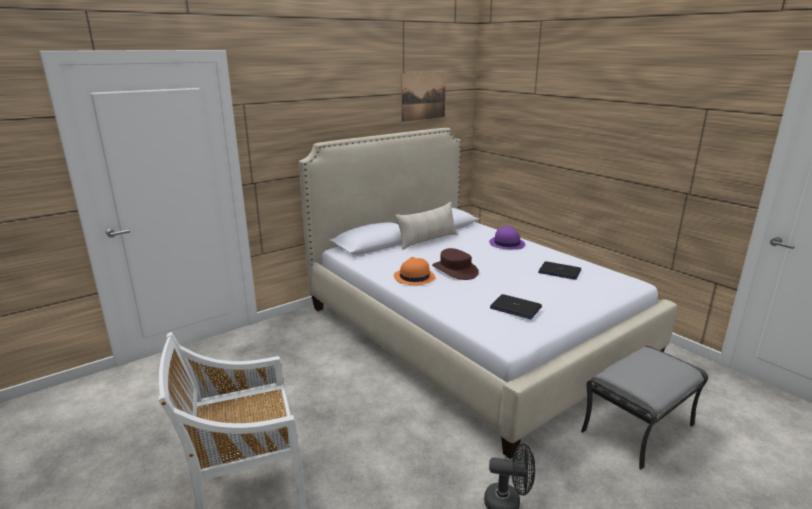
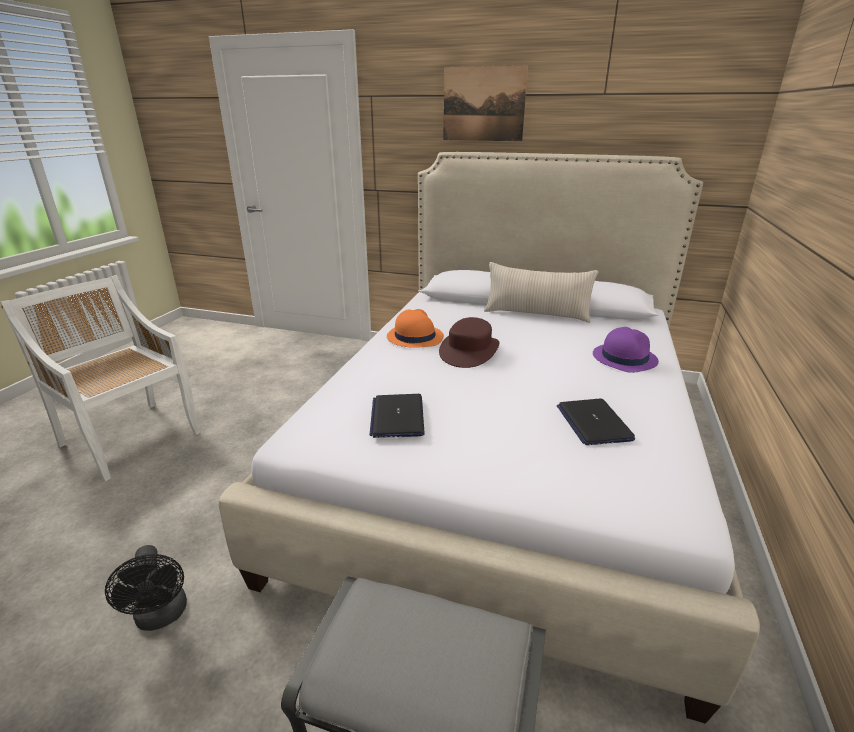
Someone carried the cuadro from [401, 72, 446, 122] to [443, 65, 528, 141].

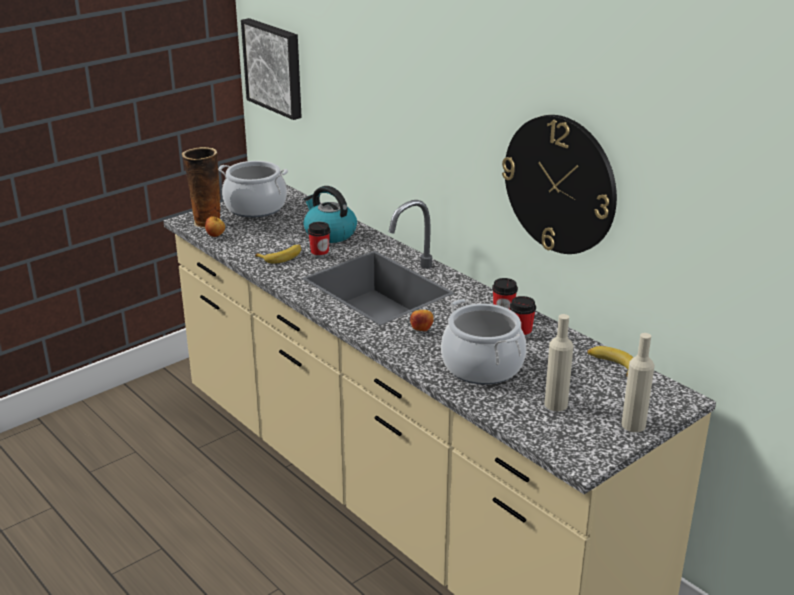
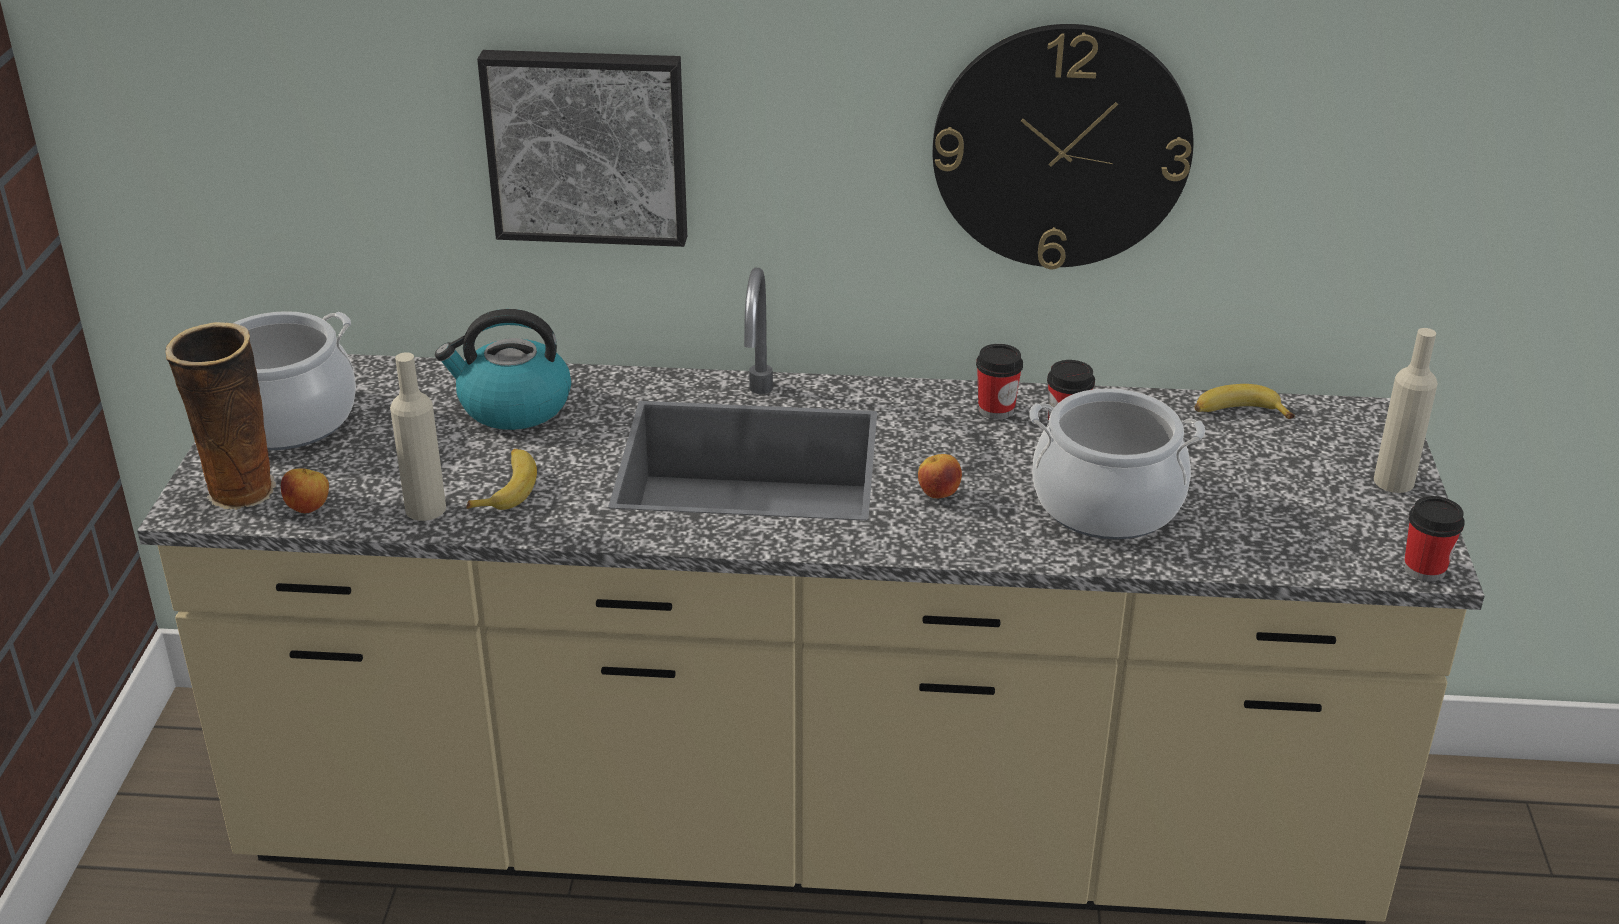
Someone carried the cuadro from [241, 18, 302, 120] to [477, 50, 687, 247].
Someone carried the taza from [308, 222, 330, 258] to [1404, 496, 1465, 582].
Someone carried the botella [beis] from [544, 314, 574, 411] to [390, 352, 446, 521].

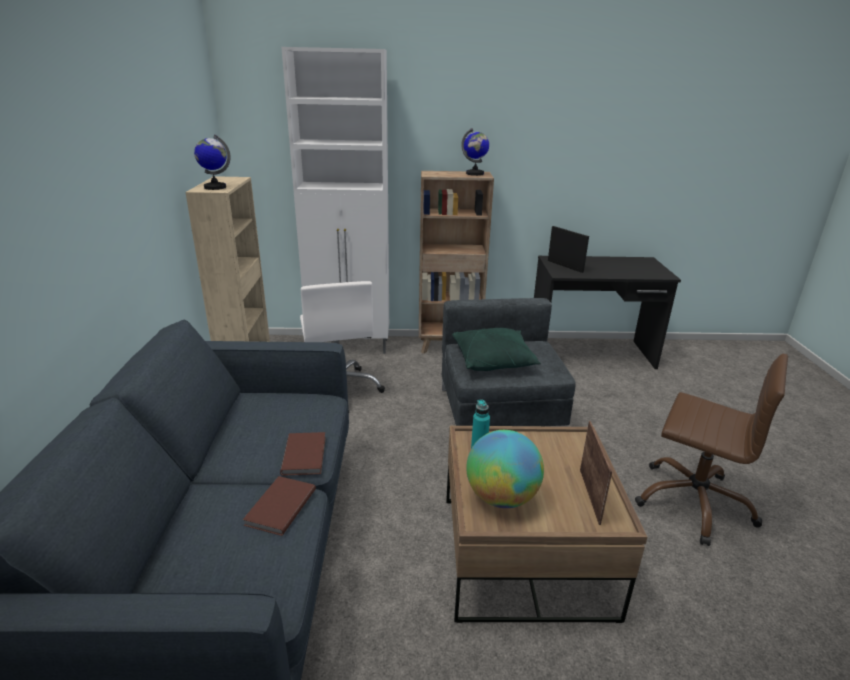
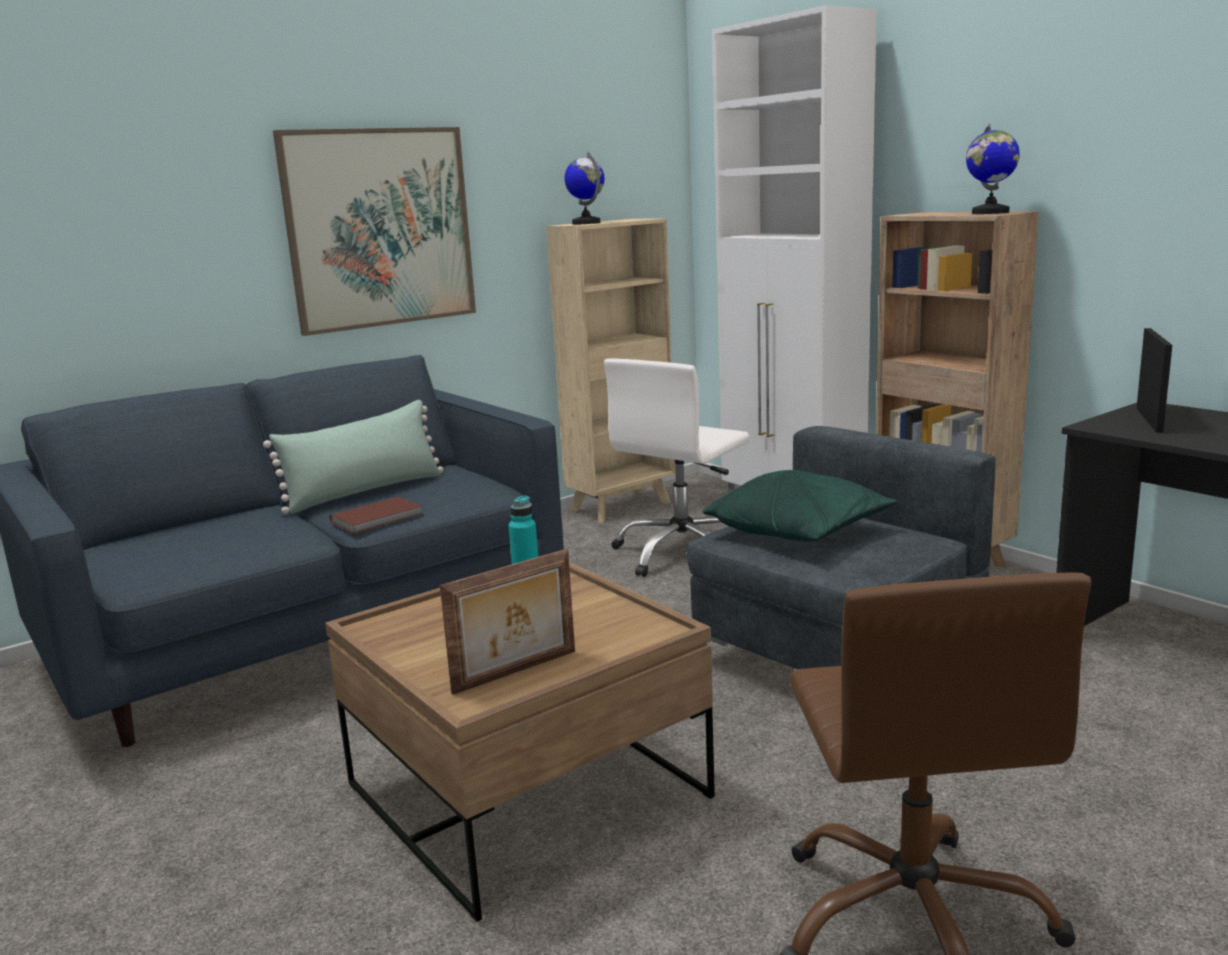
Someone took away the globo terráqueo at [466, 430, 544, 508].
Someone took away the libro [marrón] at [243, 476, 316, 536].
Someone put up the cuadro at [273, 127, 476, 336].
Someone put down the cojín [verde] at [263, 400, 444, 514].

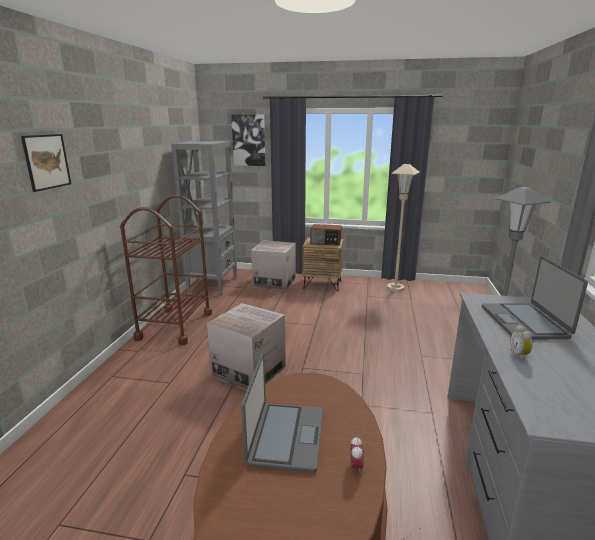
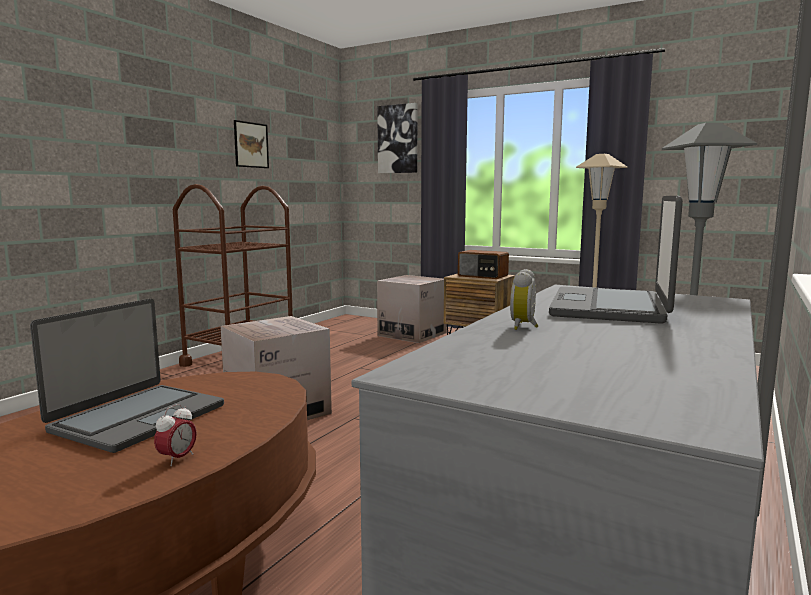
Someone carried the cuadro from [21, 134, 71, 192] to [234, 120, 269, 168].
Someone took away the estantería [gris] at [171, 141, 237, 295].

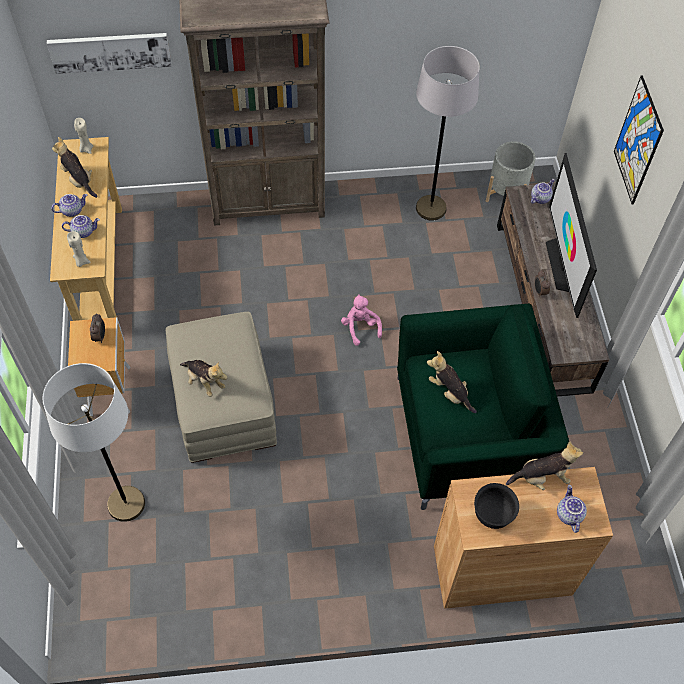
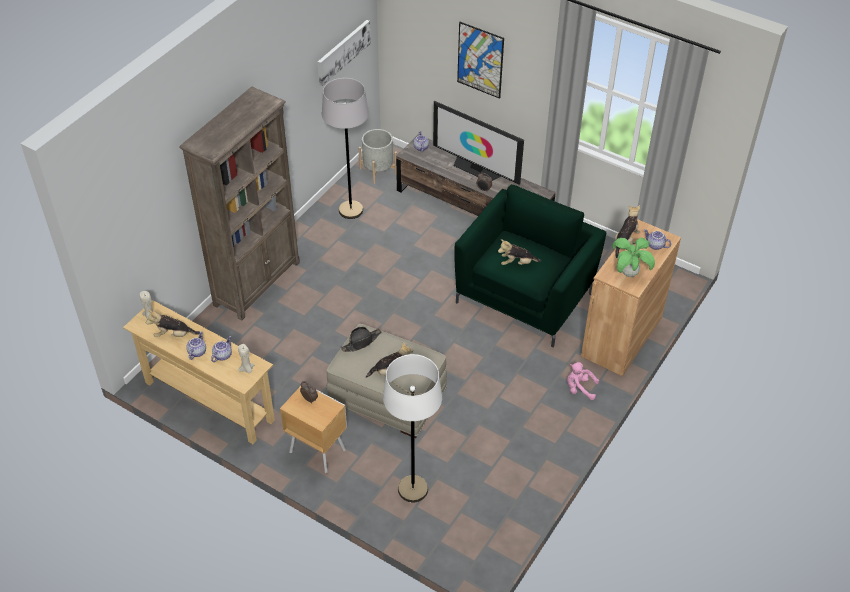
Someone carried the cuadro from [47, 33, 172, 74] to [318, 20, 371, 86].
Someone carried the peluche [rosa] from [341, 294, 382, 346] to [567, 362, 599, 400].
Someone swapped the cuenco [negro] at [474, 483, 519, 529] for the planta en maceta at [612, 238, 655, 277].
Someone put down the sombrero [negro] at [341, 327, 381, 352].

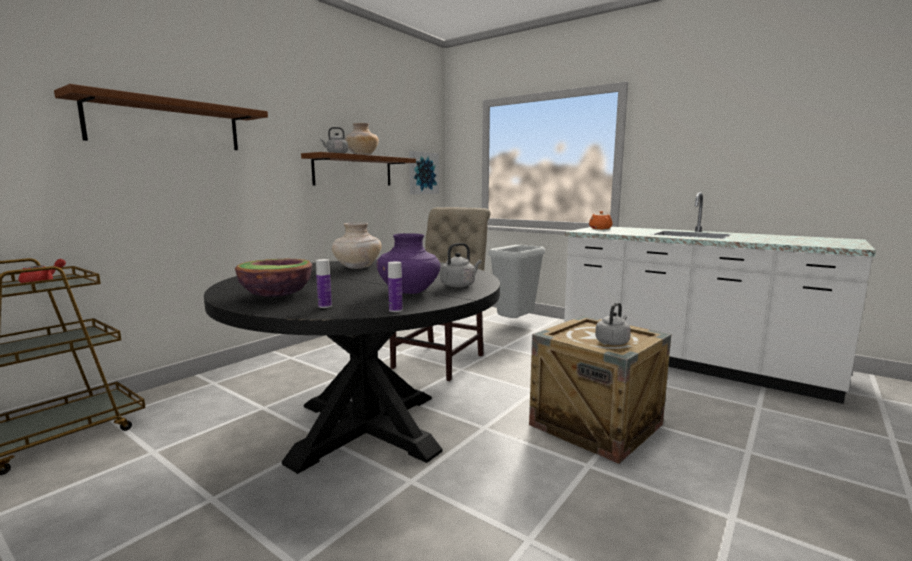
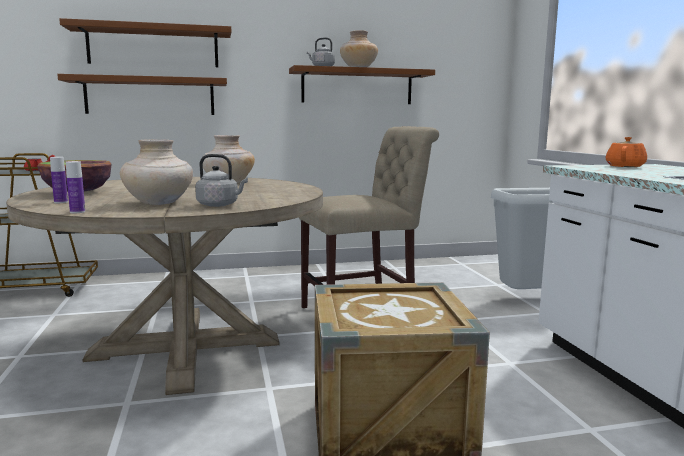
Someone took away the cuadro at [409, 151, 439, 194].
Someone repainted the florero [morado] at [377, 233, 440, 294], which became the florero [beis] at [120, 139, 193, 205].
Someone repainted the mesa de comedor [negro] at [204, 260, 500, 474], which became the mesa de comedor [beis] at [6, 177, 323, 395].
Someone took away the hervidor [gris] at [595, 303, 631, 345].
Someone put up the estante [marrón] at [57, 74, 227, 115].

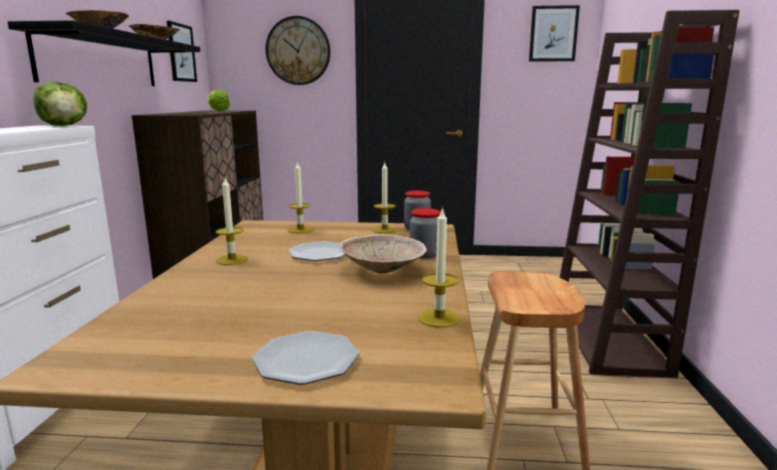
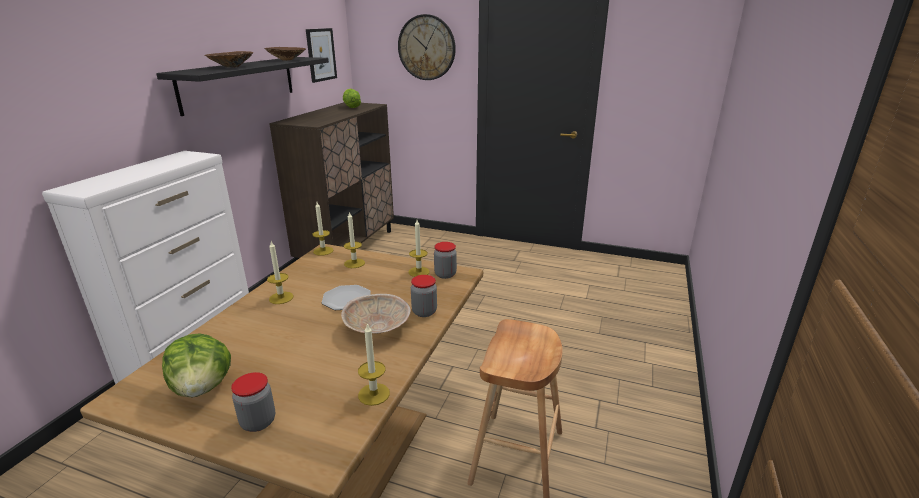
Someone took away the cuadro at [529, 5, 580, 62].
Someone took away the estantería [marrón] at [559, 10, 740, 378].
Someone carried the lechuga from [33, 82, 87, 126] to [162, 333, 231, 398].
Someone swapped the plato at [252, 331, 359, 385] for the tarro at [231, 372, 275, 432].
Someone put down the vela at [312, 202, 333, 256].

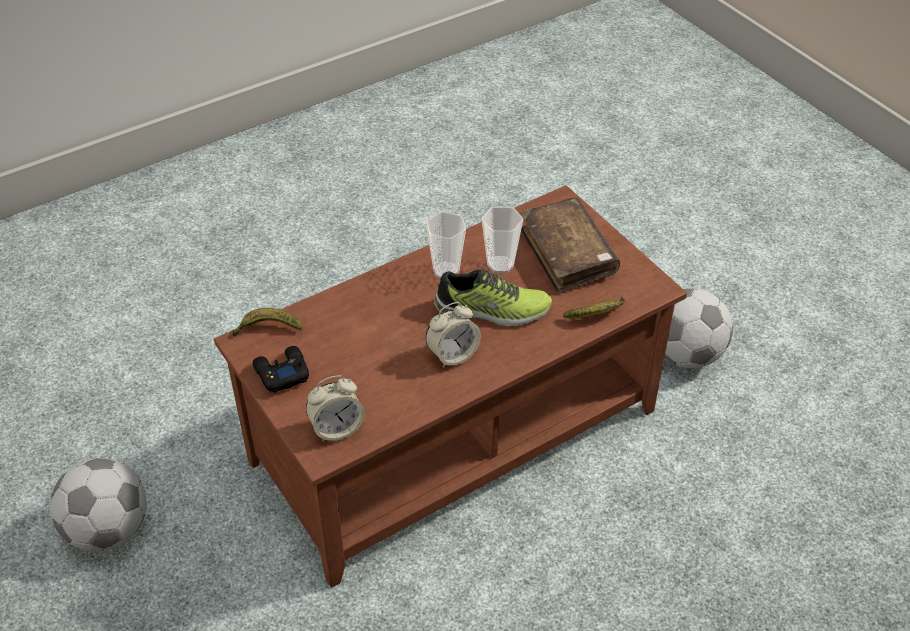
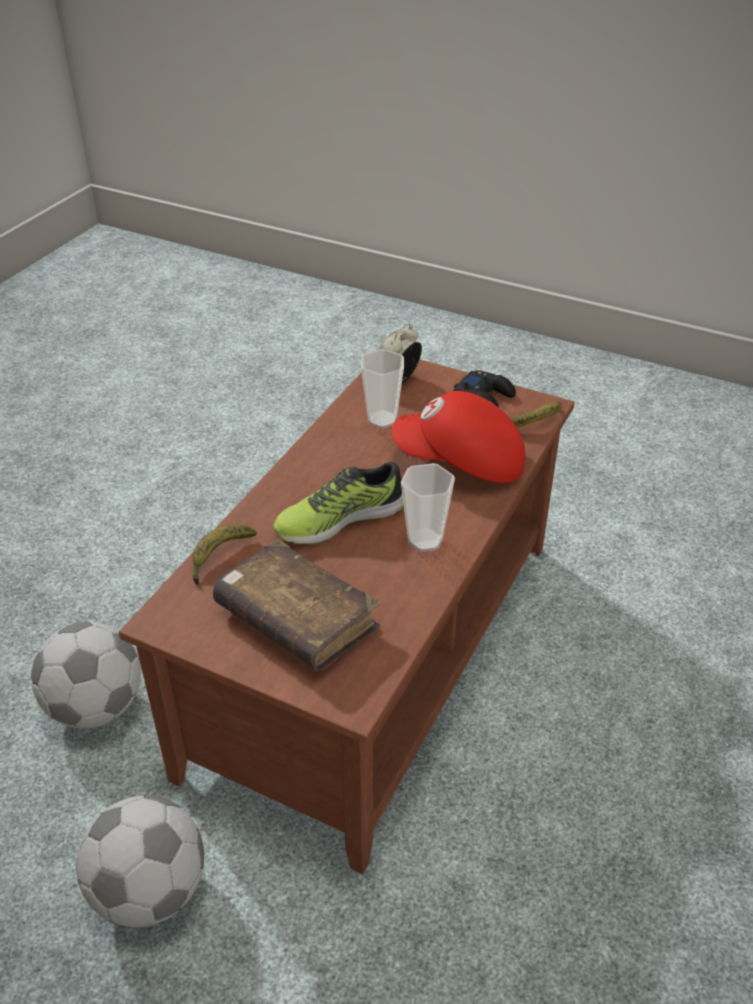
Someone carried the taza from [482, 207, 523, 273] to [361, 349, 404, 428].
Someone took away the despertador at [425, 302, 481, 368].
Someone carried the balón de fútbol from [50, 458, 147, 552] to [31, 622, 141, 729].
Someone put down the gorra [rojo] at [391, 391, 525, 483].

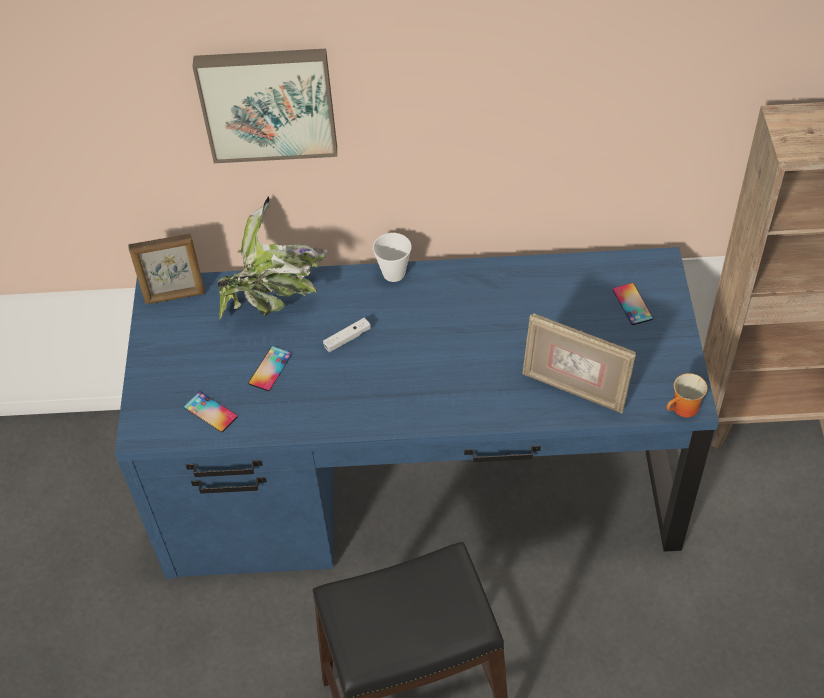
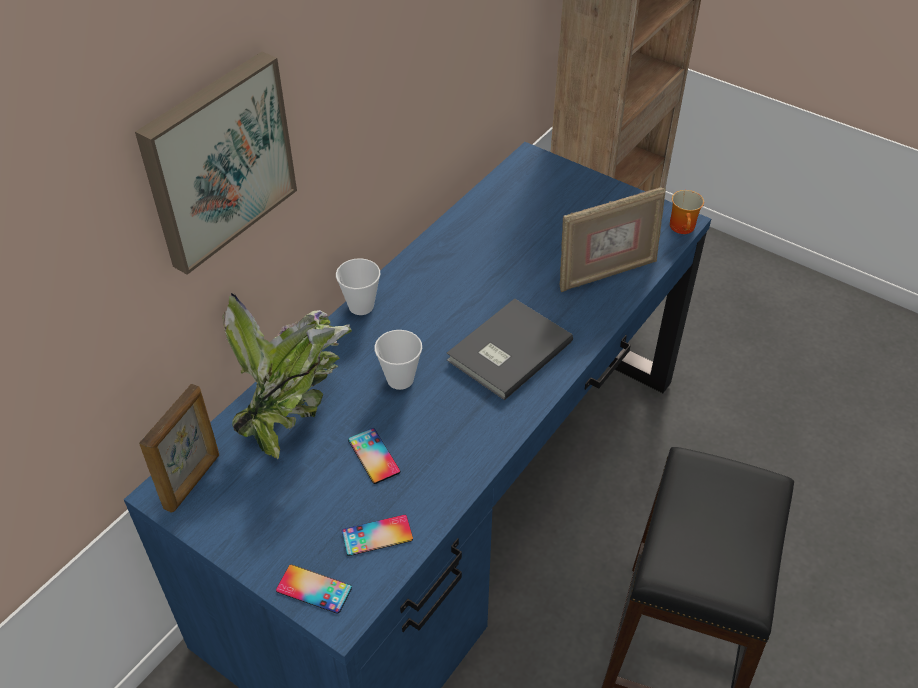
Someone carried the móvil from [613, 283, 653, 325] to [276, 564, 352, 614].
Someone swapped the mando de consola [blanco] at [323, 318, 371, 352] for the taza at [374, 330, 422, 390].
Someone put down the libro [gris] at [447, 298, 573, 400].

